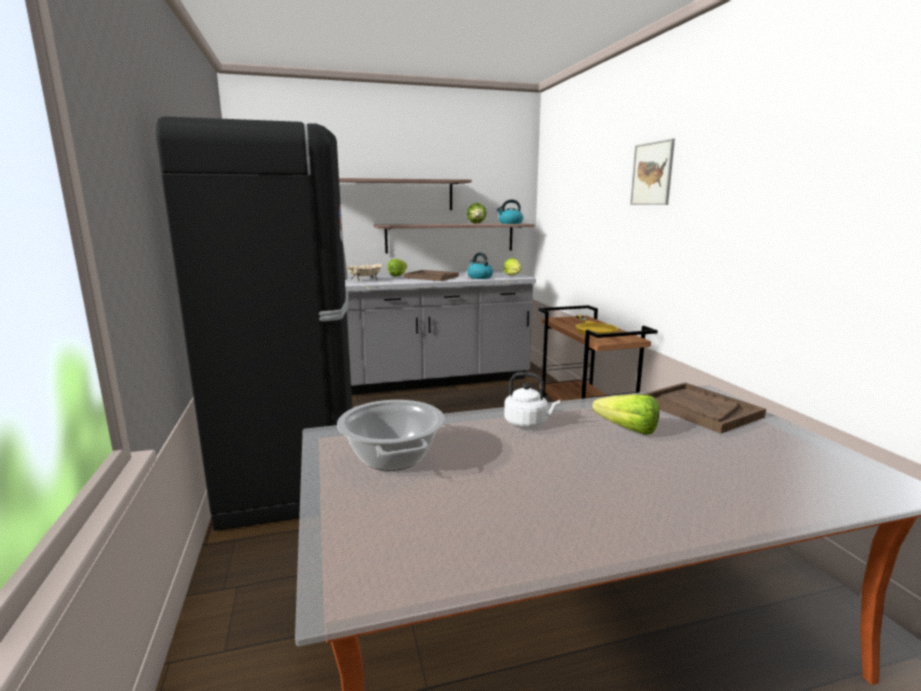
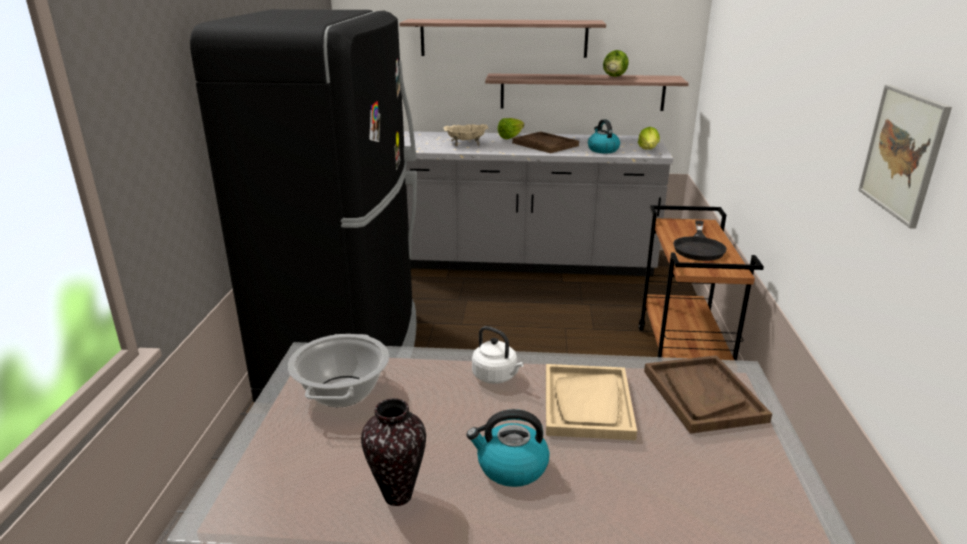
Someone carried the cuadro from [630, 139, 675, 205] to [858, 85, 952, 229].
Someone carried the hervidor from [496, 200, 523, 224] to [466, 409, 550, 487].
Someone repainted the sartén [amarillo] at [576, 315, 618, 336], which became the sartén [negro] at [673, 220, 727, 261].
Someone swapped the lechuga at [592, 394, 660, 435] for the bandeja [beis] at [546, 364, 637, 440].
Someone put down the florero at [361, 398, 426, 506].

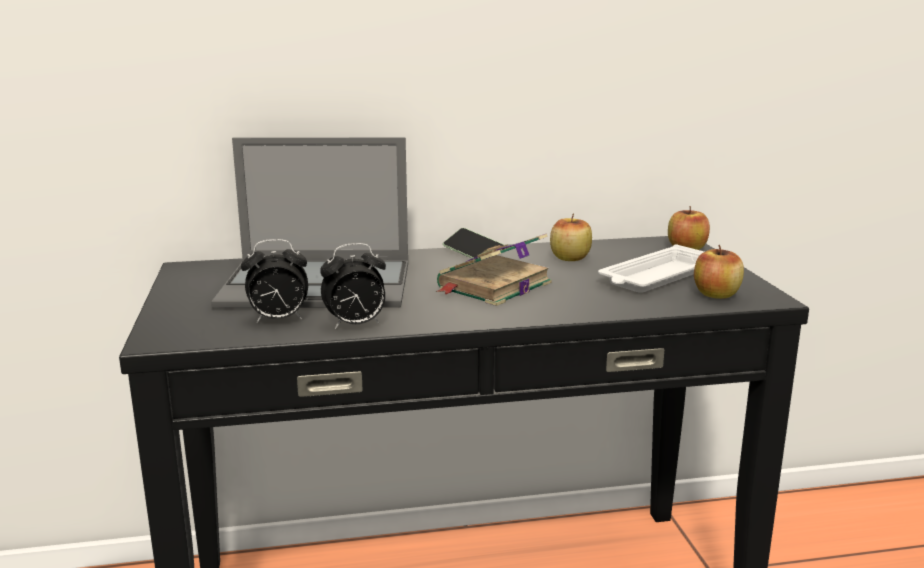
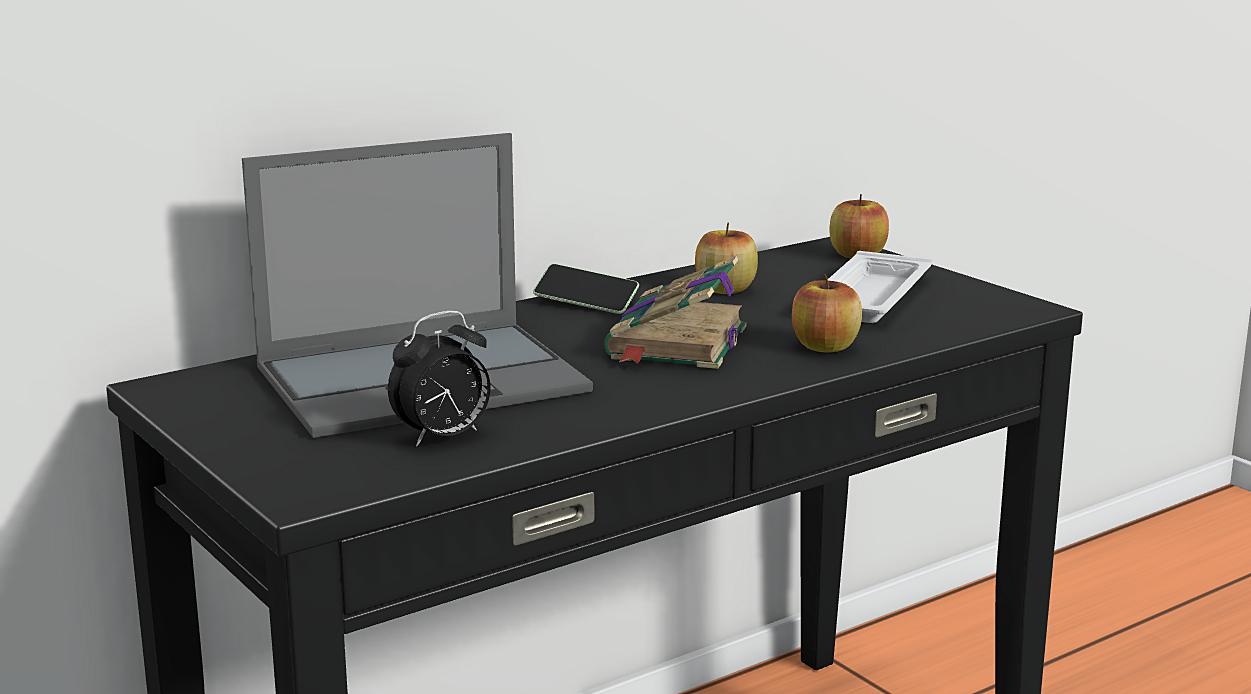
Someone took away the despertador at [320, 243, 386, 329].
Someone carried the manzana from [694, 245, 744, 299] to [792, 274, 862, 352].

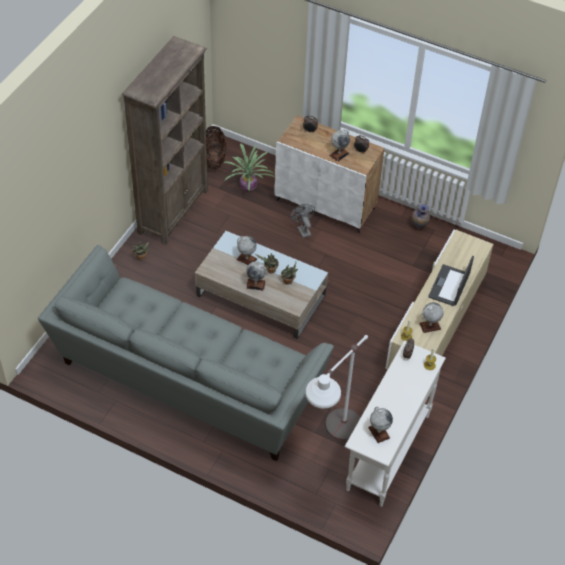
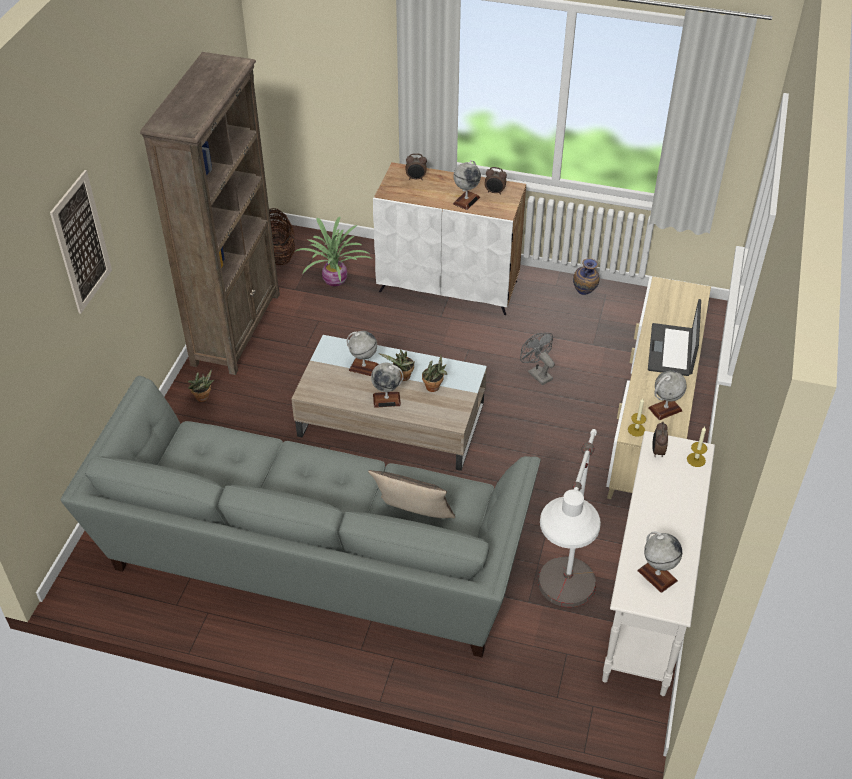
Someone carried the ventilador [gris] from [290, 204, 315, 238] to [520, 333, 555, 385].
Someone put up the cuadro at [50, 170, 112, 314].
Someone put down the cojín at [368, 470, 455, 518].

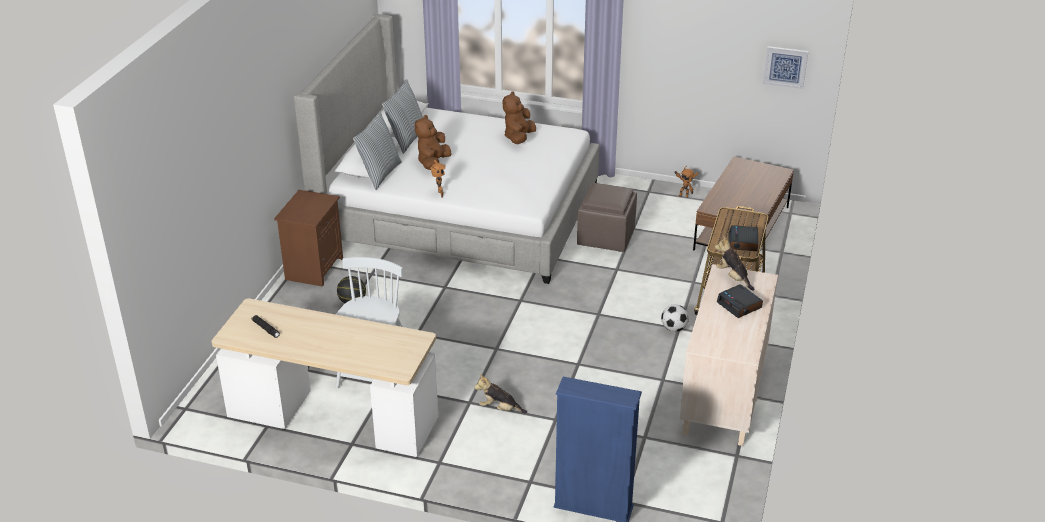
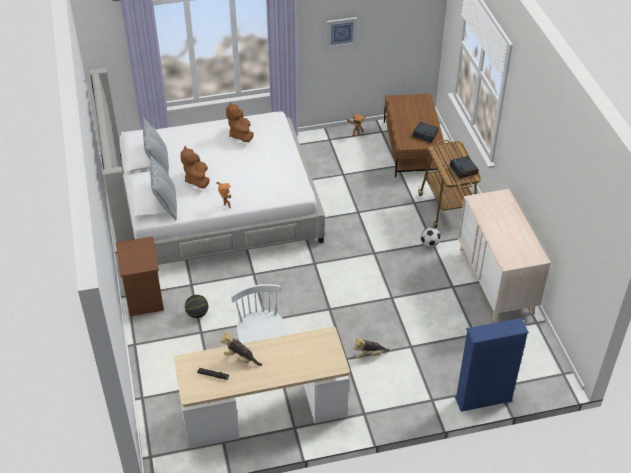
Someone carried the cuadro from [763, 46, 808, 89] to [326, 17, 357, 48].
Someone took away the puf [marrón] at [577, 183, 637, 252].
Someone carried the peluche from [715, 236, 754, 291] to [219, 331, 262, 366].
Someone carried the despertador from [717, 284, 763, 318] to [412, 122, 439, 143].

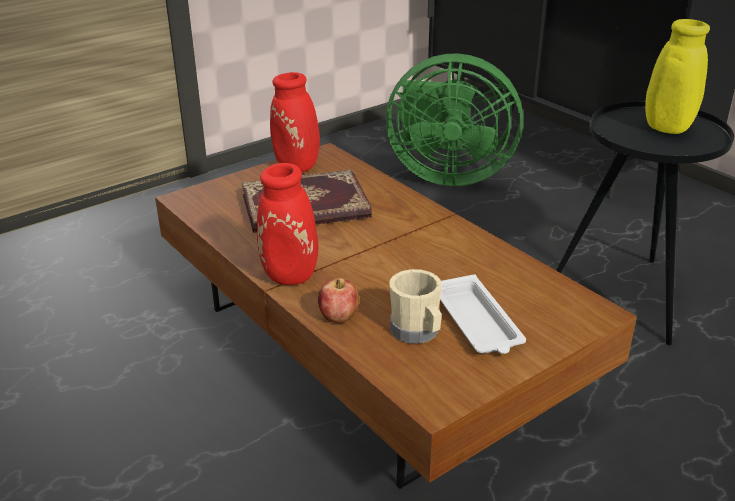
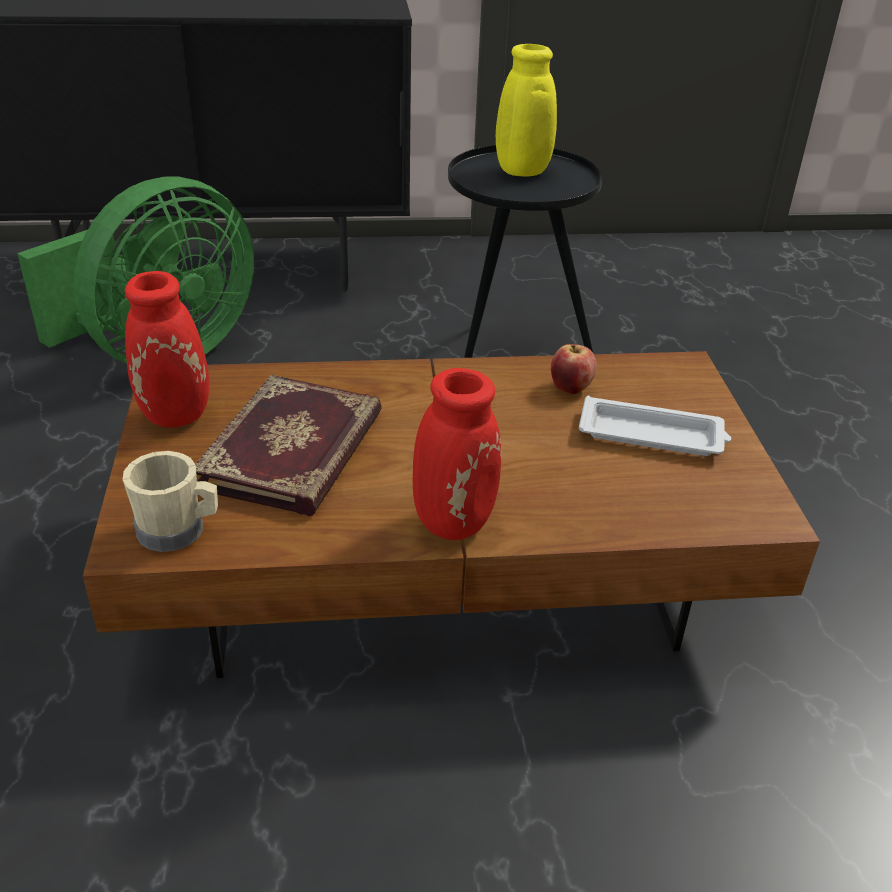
Someone carried the taza grande [beis] from [389, 269, 442, 344] to [123, 451, 218, 552].
Someone carried the manzana from [318, 278, 359, 323] to [551, 344, 597, 394].

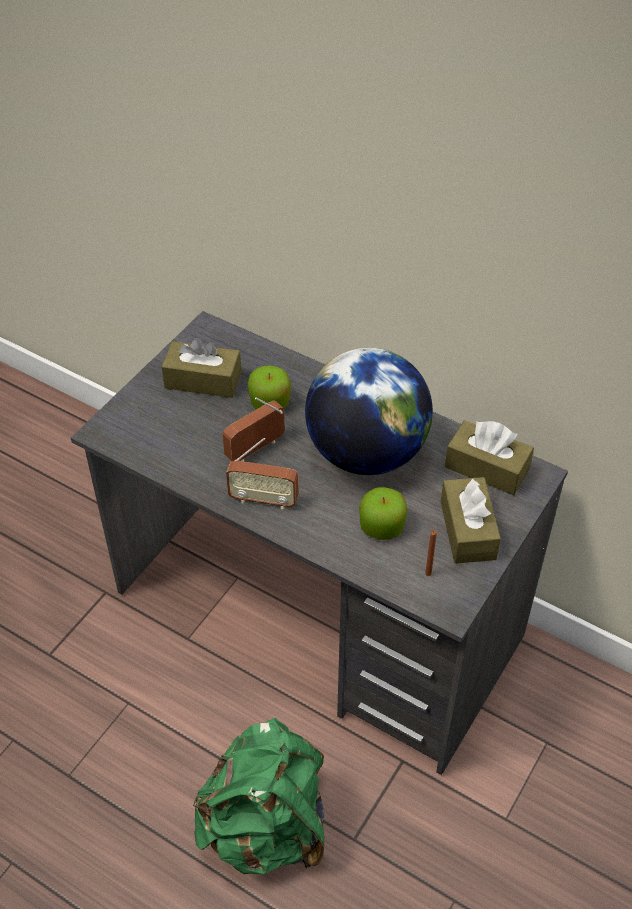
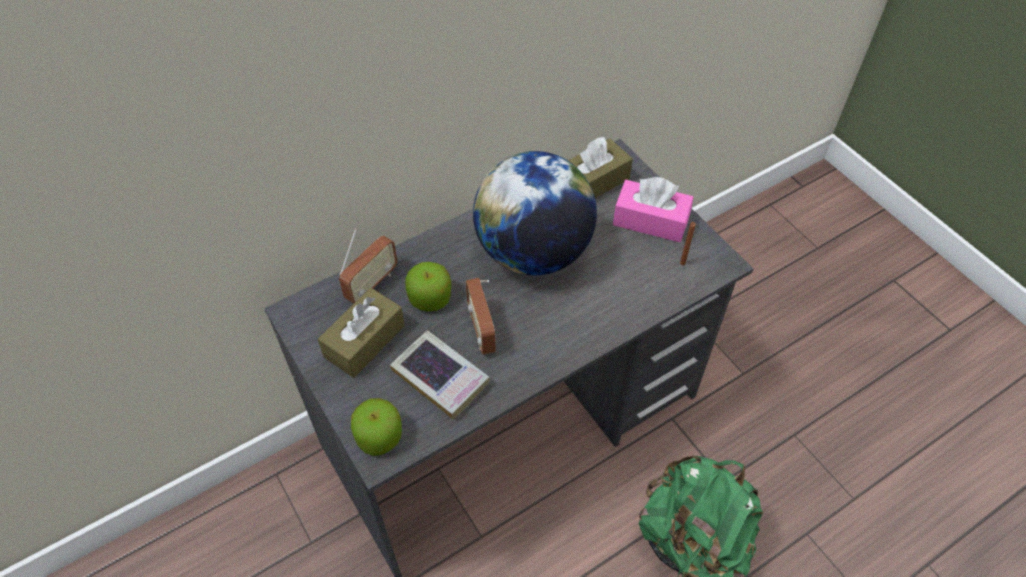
Someone carried the radio from [226, 438, 299, 510] to [339, 229, 398, 304].
Someone repainted the caja de pañuelos [marrón] at [441, 477, 501, 564], which became the caja de pañuelos [rosa] at [613, 177, 693, 242].
Someone carried the manzana from [359, 487, 408, 540] to [351, 398, 402, 456].
Someone put down the libro at [390, 330, 490, 420].

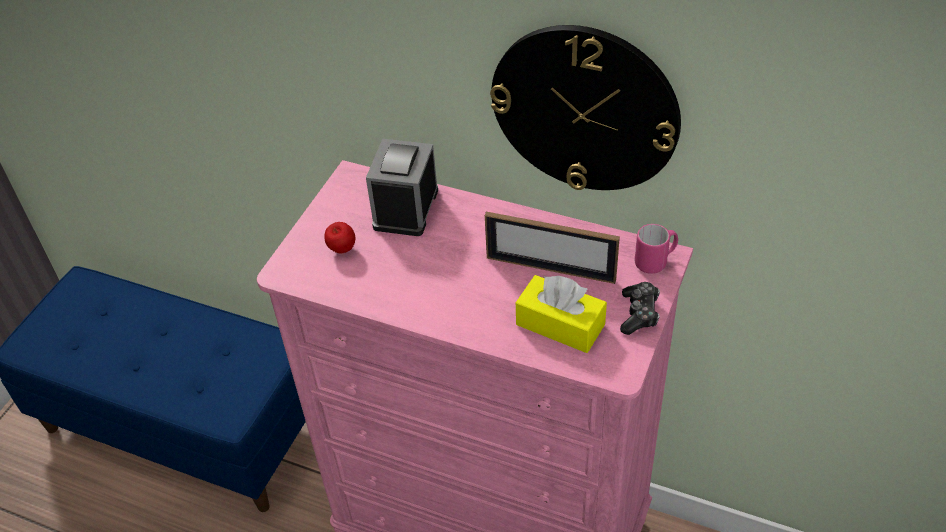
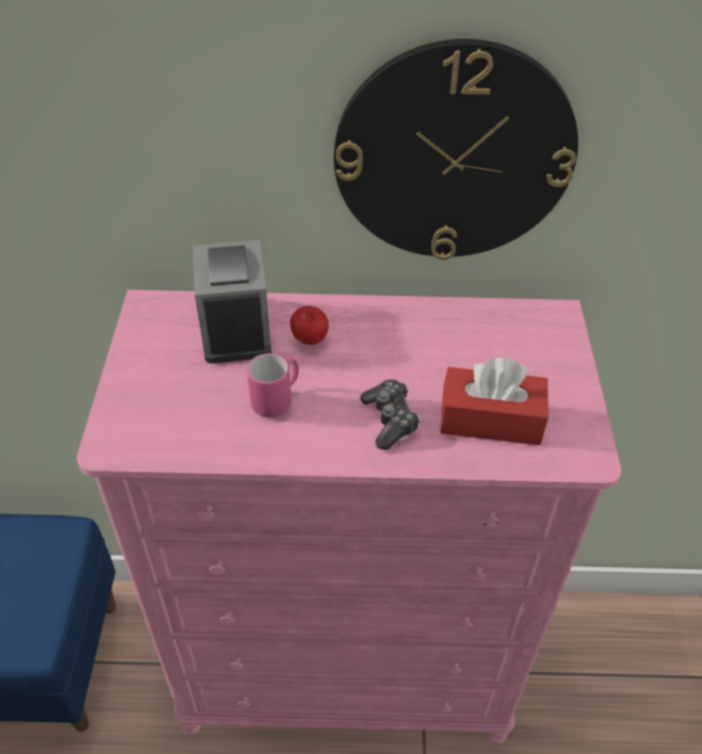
Someone took away the portarretratos at [485, 212, 620, 284].
Someone carried the manzana from [324, 222, 355, 254] to [290, 306, 329, 345].
Someone carried the taza grande [rosa] from [635, 224, 678, 274] to [247, 353, 299, 418].
Someone repainted the caja de pañuelos [amarillo] at [516, 275, 607, 353], which became the caja de pañuelos [rojo] at [440, 358, 548, 445].
Someone carried the mando de consola from [620, 282, 660, 335] to [360, 379, 420, 450].

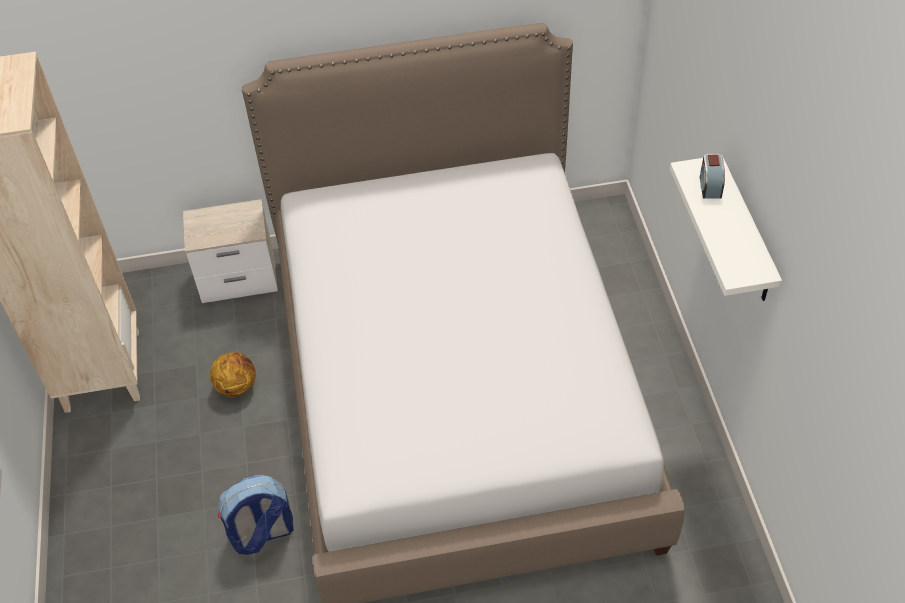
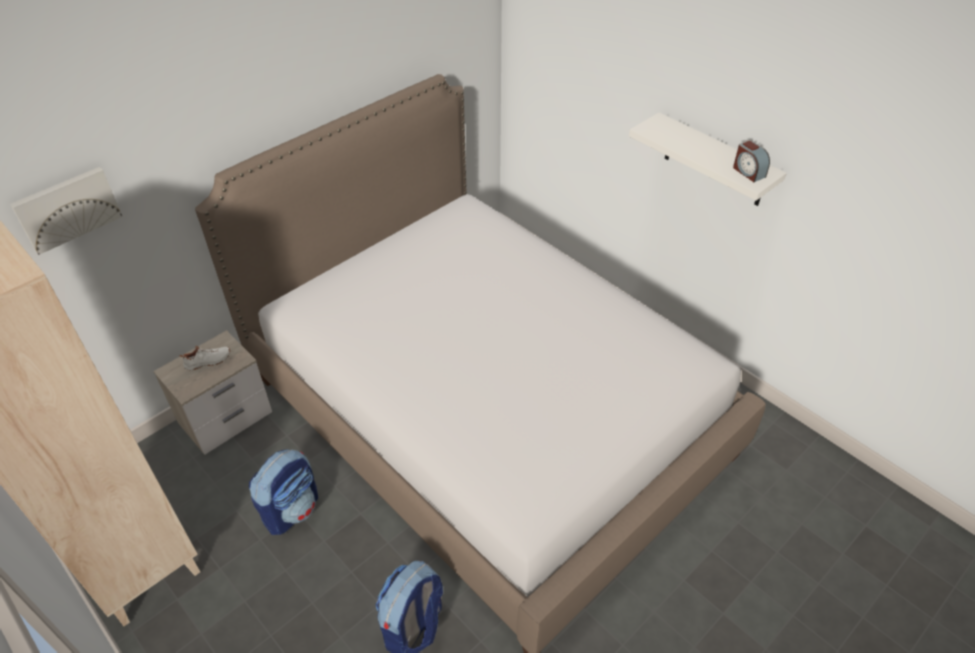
Someone carried the despertador from [700, 154, 725, 198] to [733, 140, 770, 182].
Someone swapped the balón de baloncesto at [210, 352, 256, 397] for the mochila at [249, 450, 318, 535].
Someone put up the cuadro at [10, 167, 123, 255].
Someone put down the zapato [blanco] at [180, 346, 230, 370].

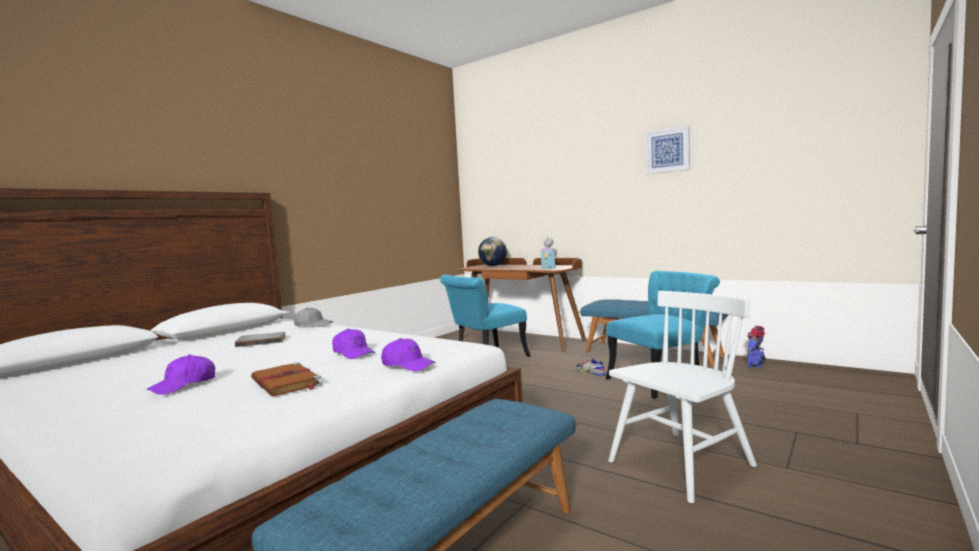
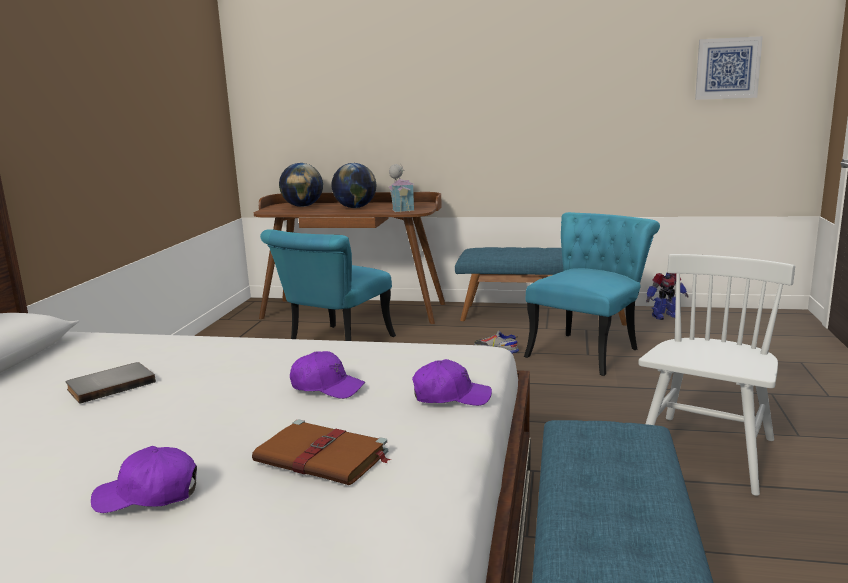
Someone carried the cuadro from [645, 125, 690, 174] to [695, 36, 763, 100].
Someone took away the gorra [gris] at [294, 307, 333, 327].
Someone rotated the robot de juguete at [746, 326, 766, 368] by 120 degrees counterclockwise.
Someone rotated the gorra [morado] at [147, 355, 215, 395] by 75 degrees clockwise.
Someone put down the globo terráqueo at [331, 163, 376, 208].

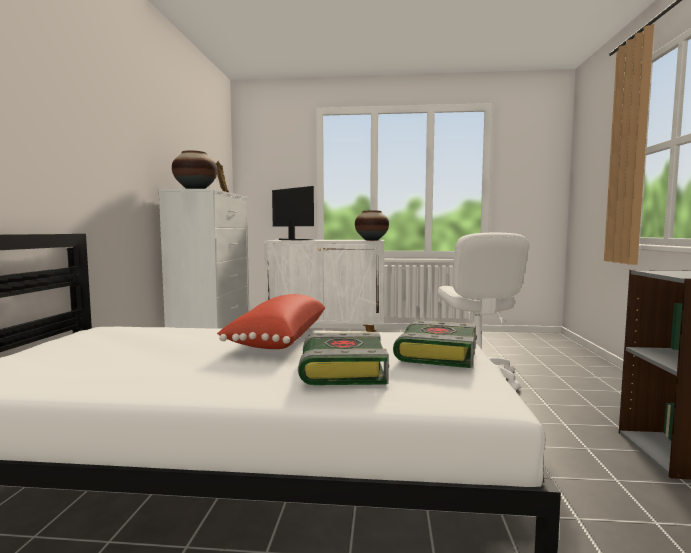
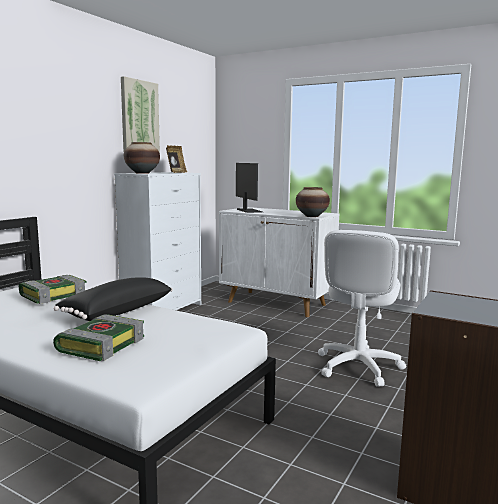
Someone repainted the cojín [rojo] at [217, 294, 325, 349], which became the cojín [negro] at [54, 277, 173, 321].
Someone carried the libro from [393, 321, 477, 368] to [19, 275, 87, 304].
Someone put up the cuadro at [121, 76, 160, 153].

